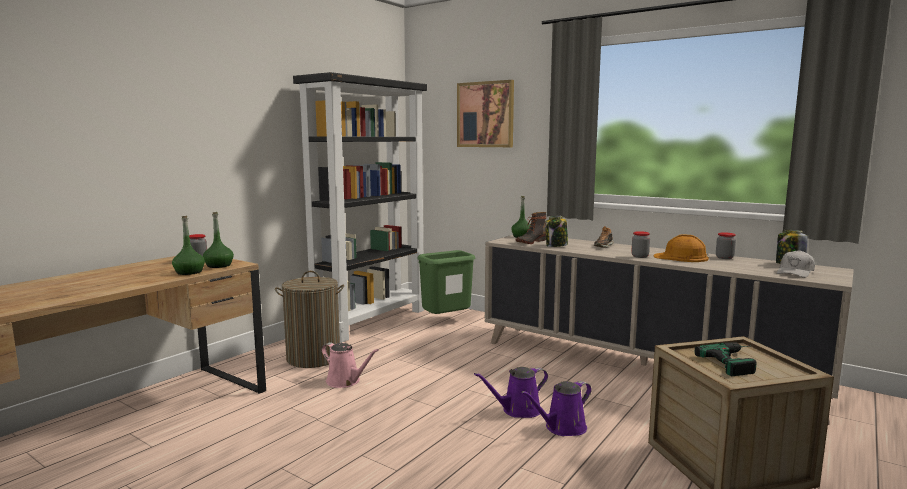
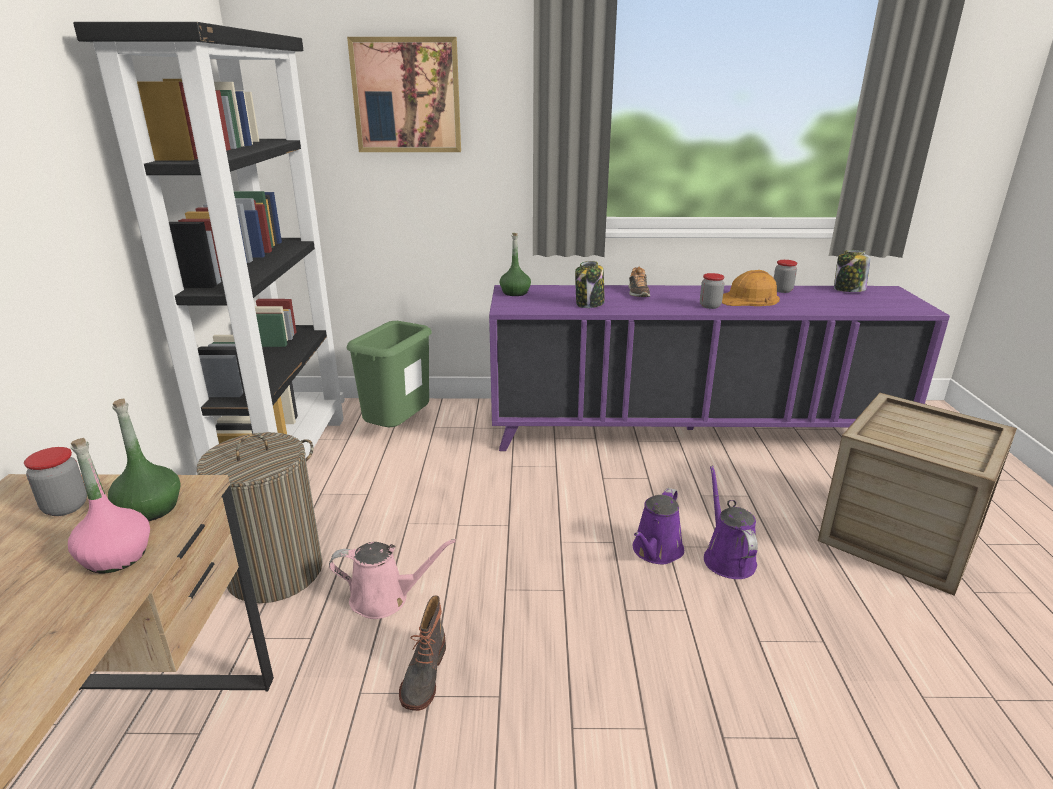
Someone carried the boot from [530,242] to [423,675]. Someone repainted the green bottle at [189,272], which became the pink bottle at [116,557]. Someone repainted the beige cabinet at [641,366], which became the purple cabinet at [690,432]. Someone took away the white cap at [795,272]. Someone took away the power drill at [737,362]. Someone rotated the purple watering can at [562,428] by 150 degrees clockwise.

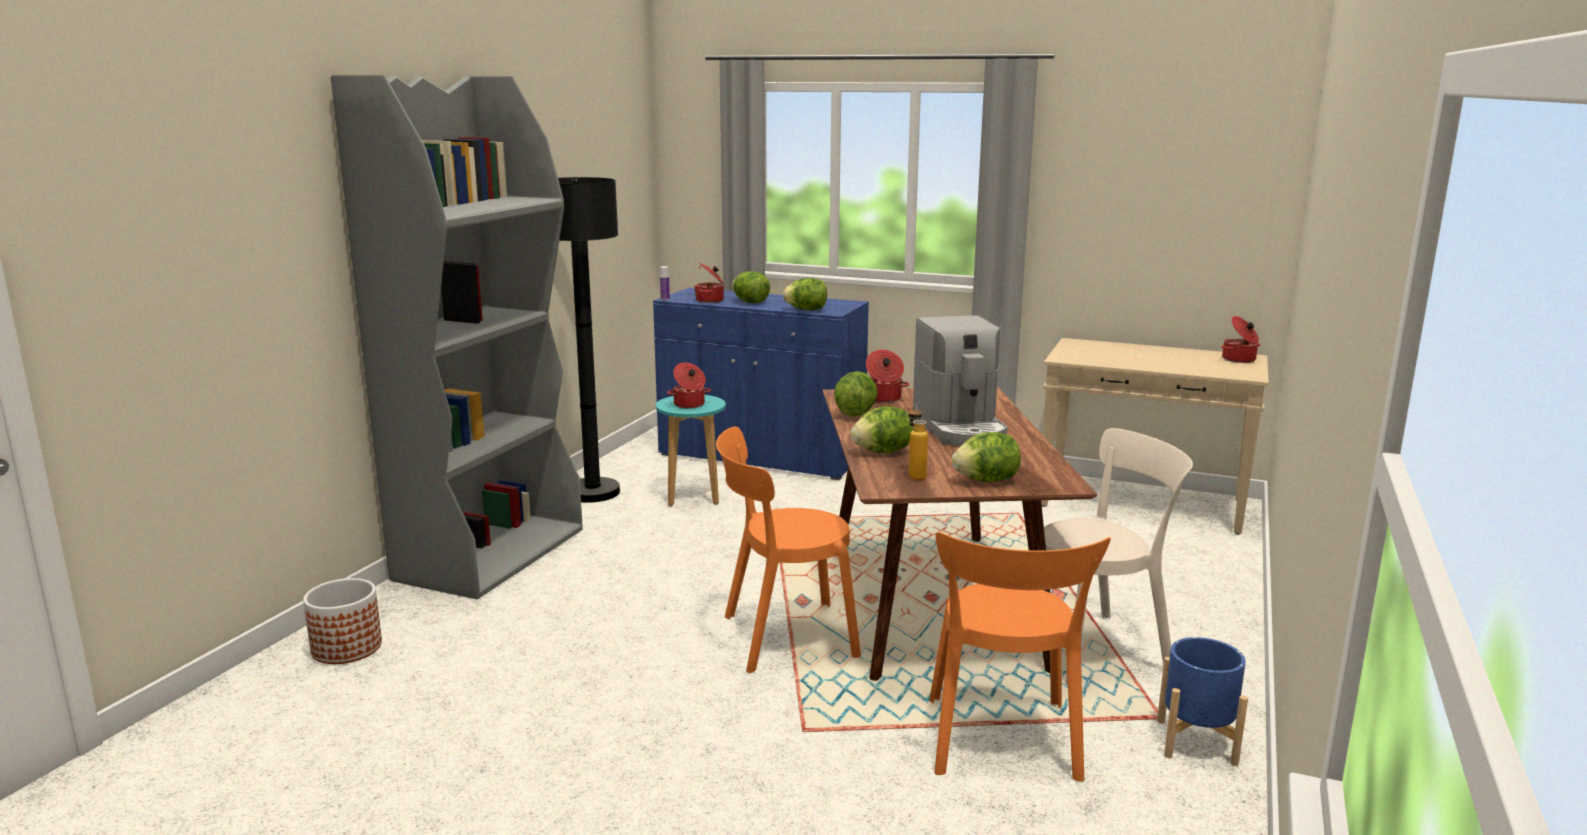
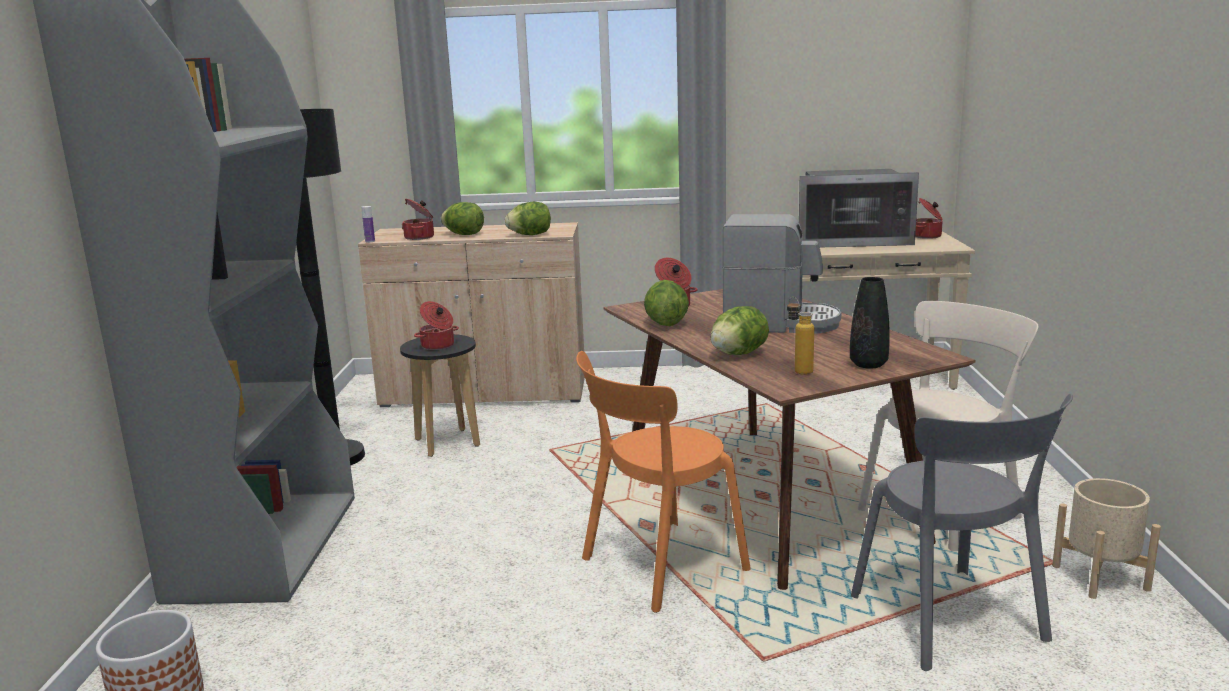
Someone repainted the blue cabinet at [761,456], which became the beige cabinet at [485,392]. Someone rotated the coffee machine at [960,429] by 45 degrees counterclockwise. Someone repainted the turquoise stool at [693,496], which became the black stool at [447,442]. Someone swapped the lettuce at [986,481] for the black vase at [868,364]. Someone repainted the orange chair at [1002,743], which became the grey chair at [952,622]. Someone repainted the blue planter at [1196,741], which became the beige planter at [1100,577]. Someone put down the microwave at [851,240].

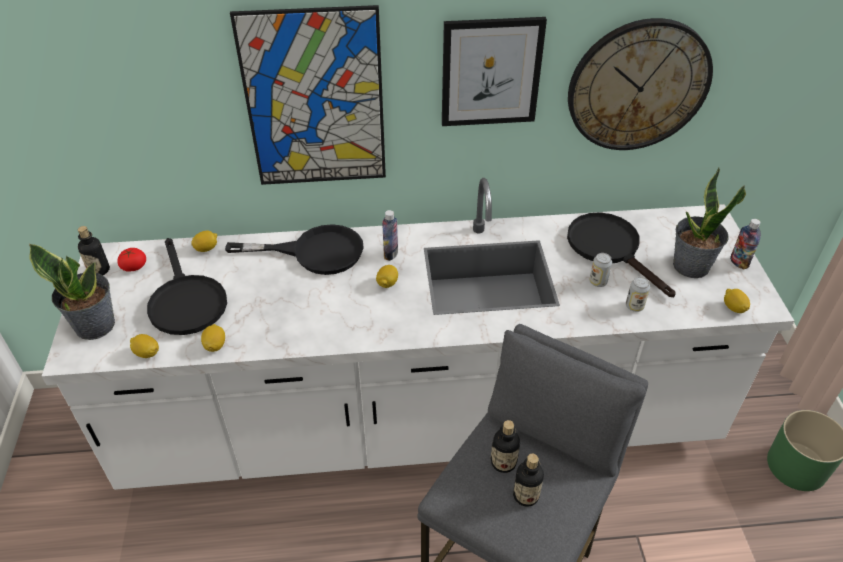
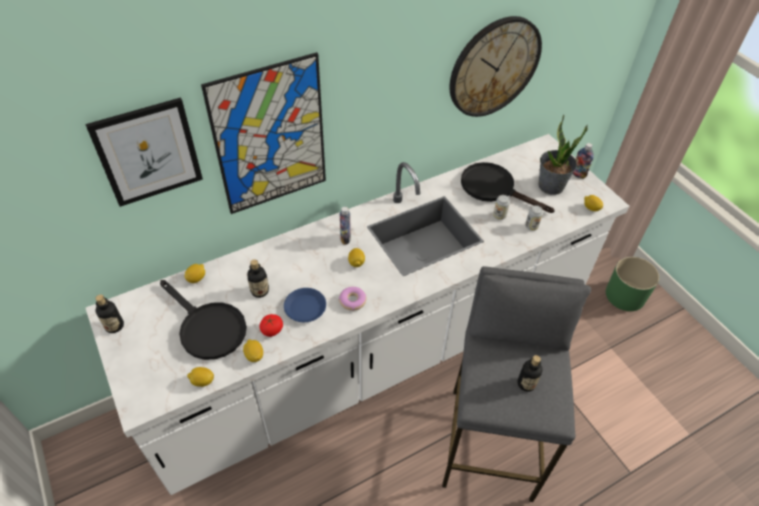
Someone carried the picture from [491,72] to [148,152]. Someone took away the black frying pan at [315,252]. Someone took away the potted plant at [95,325]. Someone carried the tomato from [134,266] to [272,330]. Someone carried the bottle from [503,462] to [260,291]. Someone put down the donut at [352,301]. Someone put down the blue plate at [305,308].

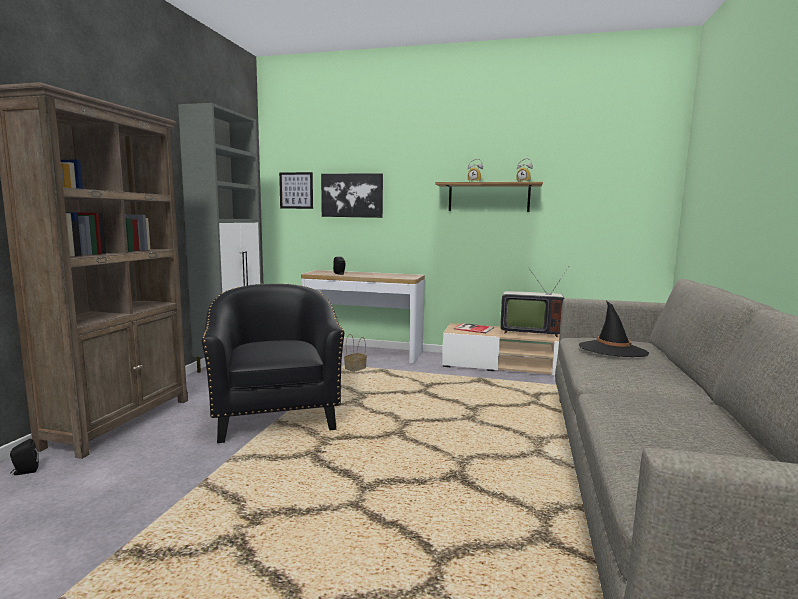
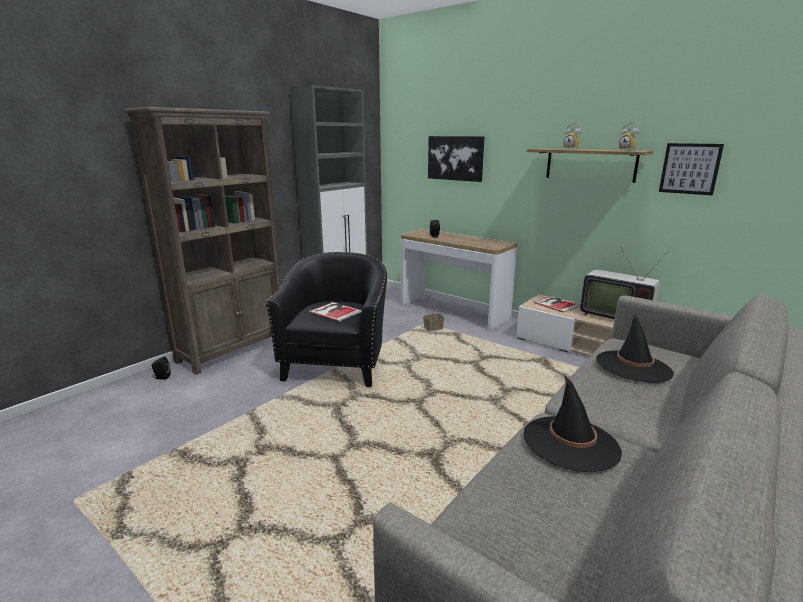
Someone carried the picture from [296,190] to [690,168]. Someone put down the book at [335,311]. Someone put down the black hat at [570,443].

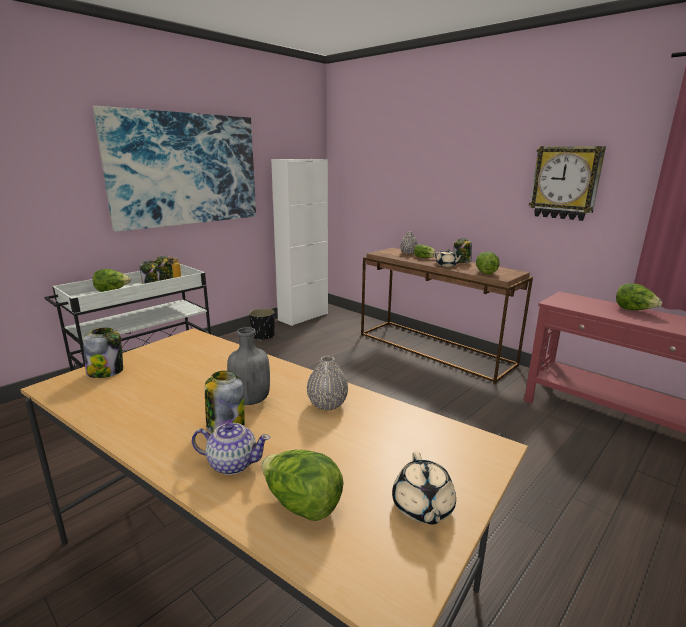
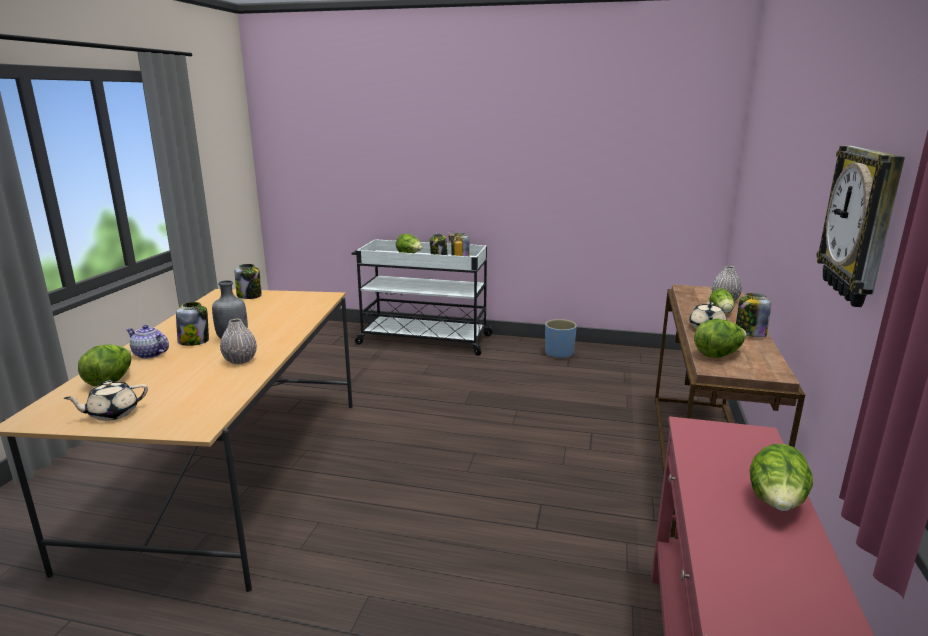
Someone took away the picture at [185,169]. Someone took away the white cabinet at [303,317]. Someone repainted the black planter at [263,336], which became the blue planter at [559,353]. Someone rotated the teapot at [232,463] by 135 degrees clockwise.

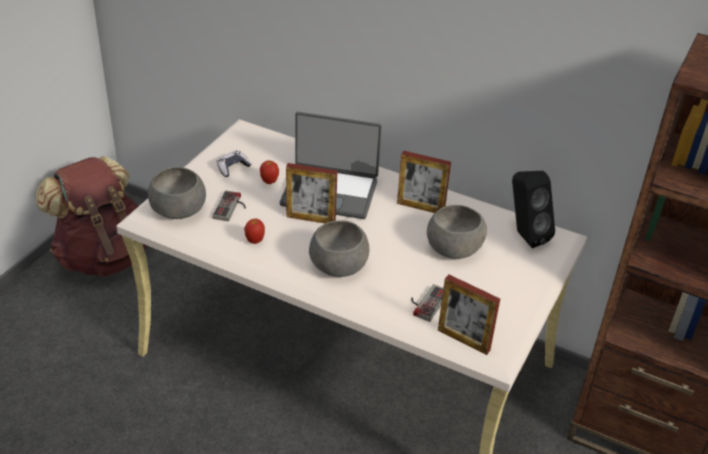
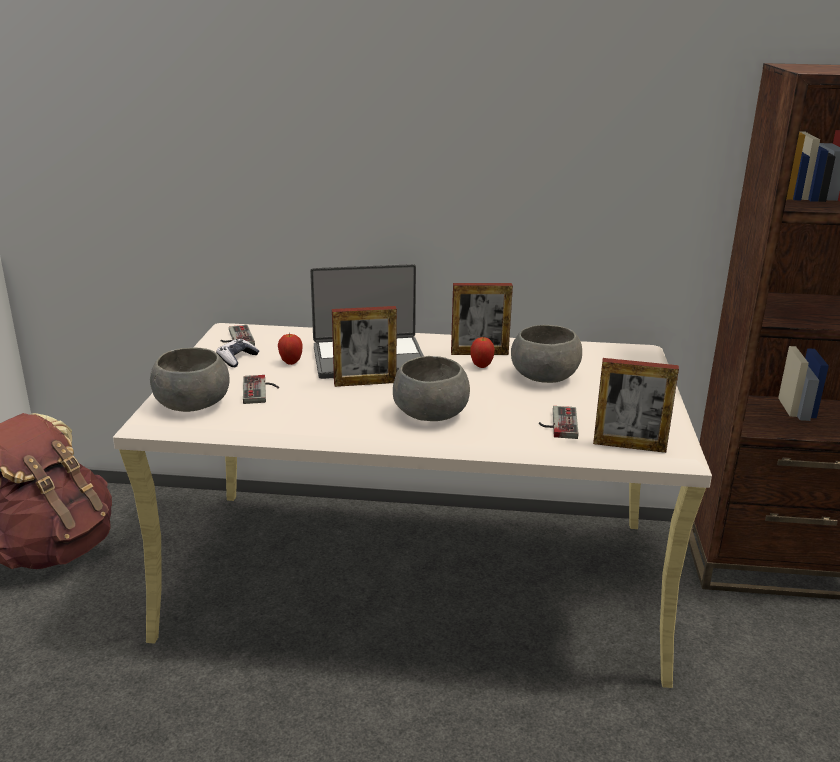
Someone took away the black speaker at [524,235]. Someone carried the apple from [255,241] to [481,366]. Someone put down the game controller at [235,338].

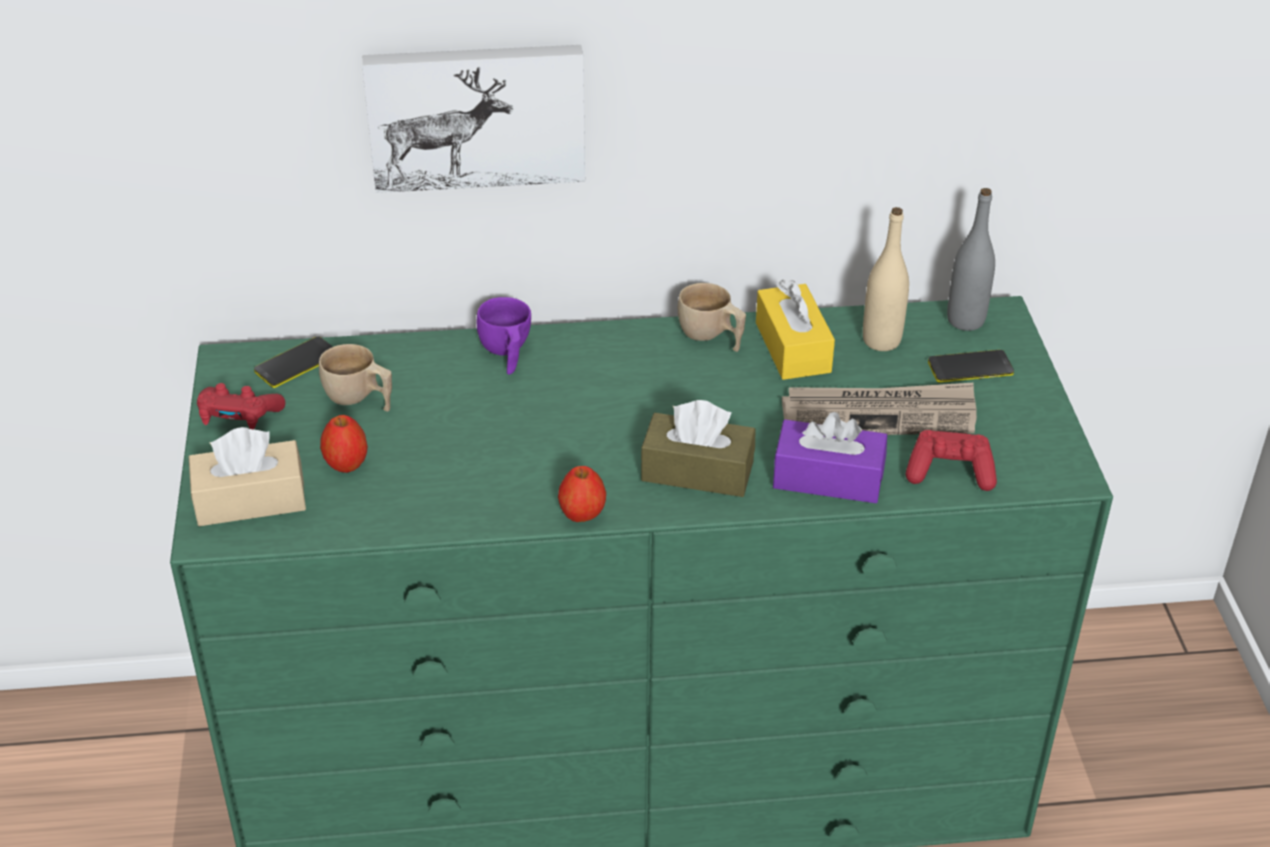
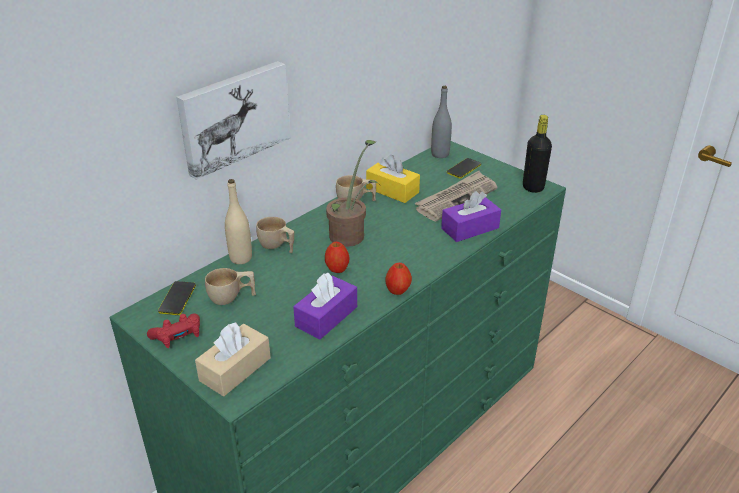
Someone carried the beige bottle from [881,340] to [241,258]. Someone repainted the purple cup at [506,354], which became the beige cup at [277,246]. Someone took away the brown tissue box at [697,471]. Someone carried the apple from [346,463] to [337,269]. Someone took away the red game controller at [949,472]. Someone put down the black bottle at [533,187]. Someone put down the potted plant at [351,234]. Someone put down the purple tissue box at [326,316].

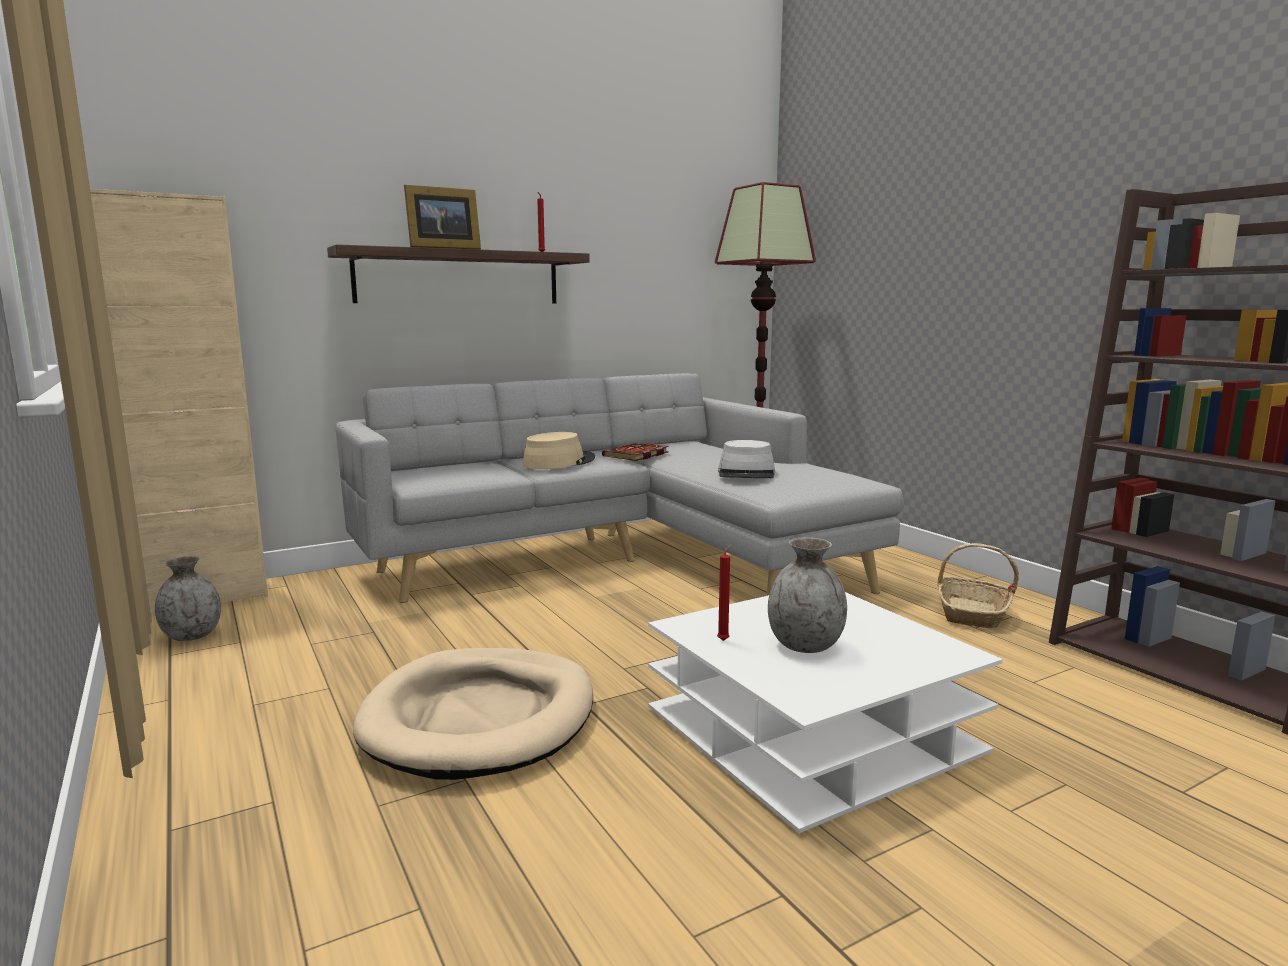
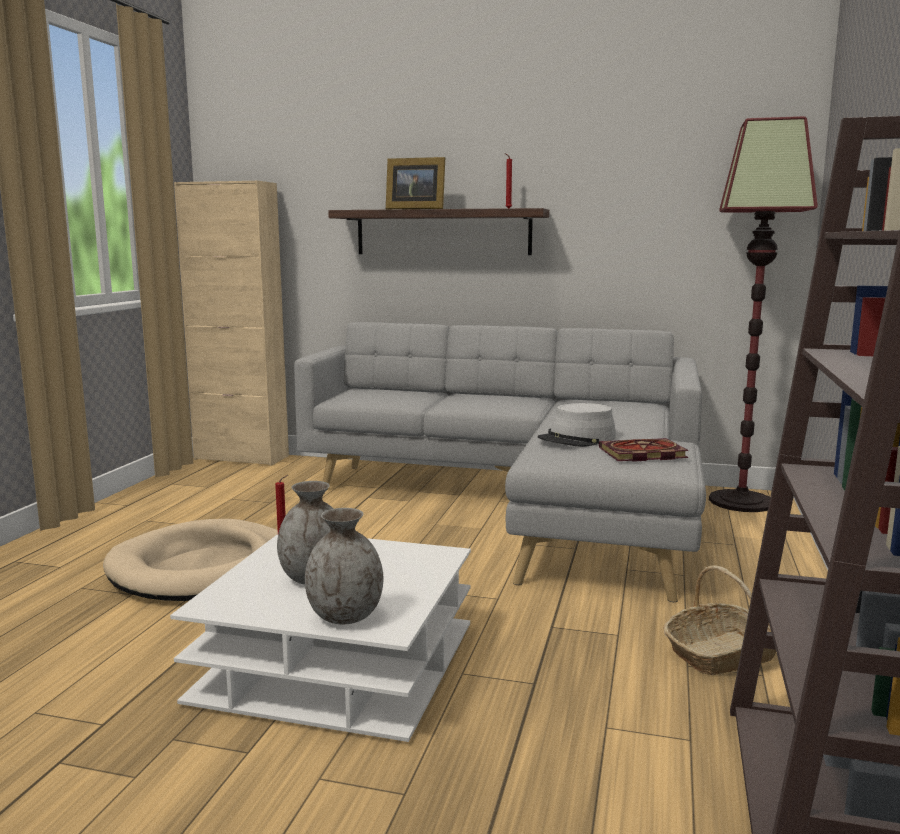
Someone took away the beige hat at [559,462]. Someone carried the book from [636,455] to [641,454]. Someone carried the grey vase from [191,636] to [344,616].

